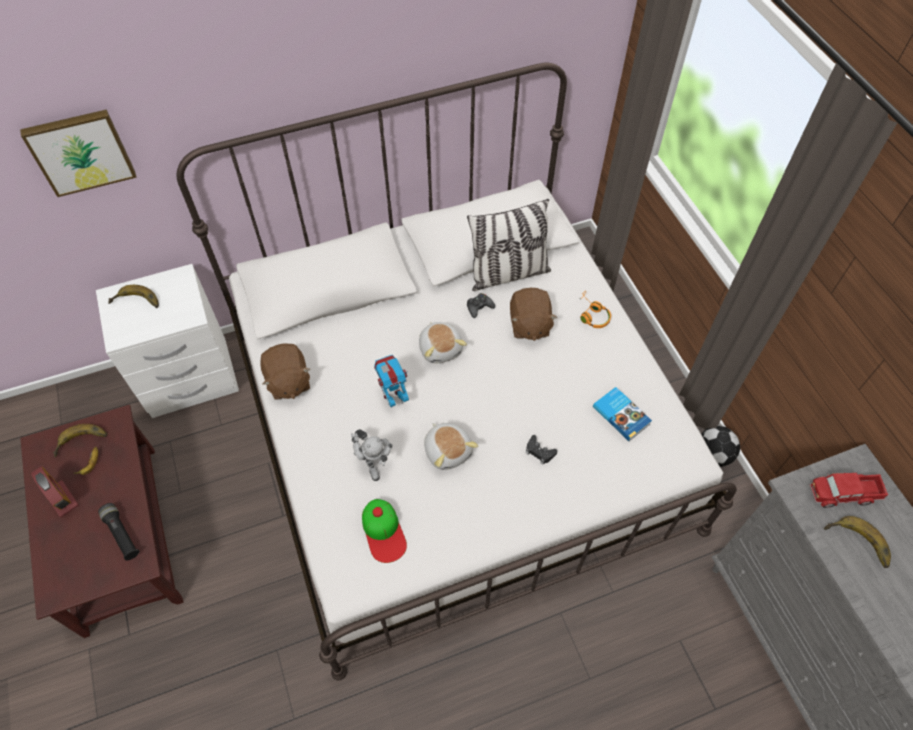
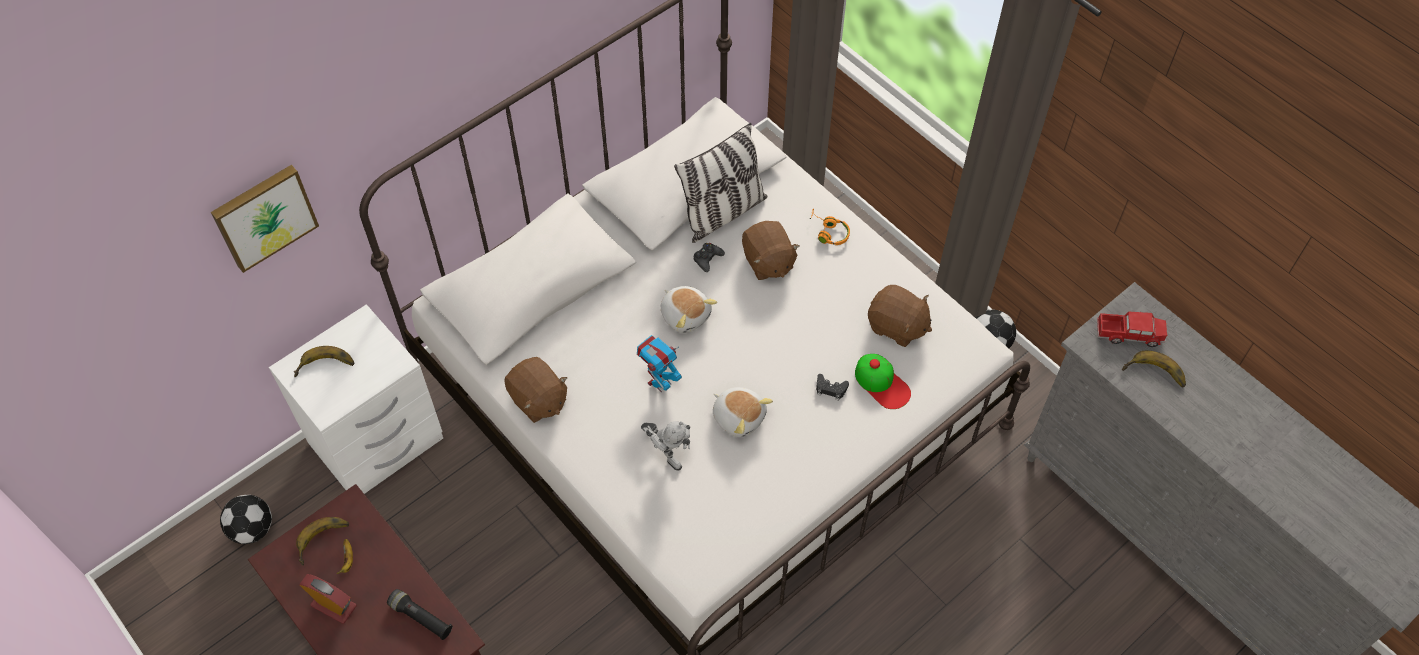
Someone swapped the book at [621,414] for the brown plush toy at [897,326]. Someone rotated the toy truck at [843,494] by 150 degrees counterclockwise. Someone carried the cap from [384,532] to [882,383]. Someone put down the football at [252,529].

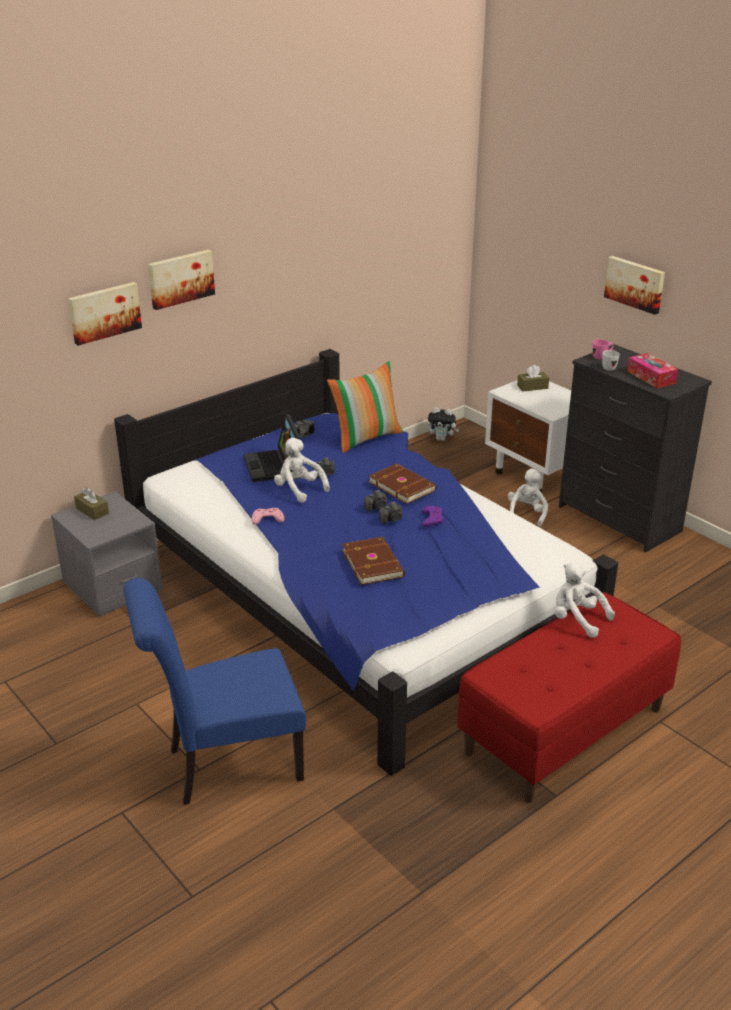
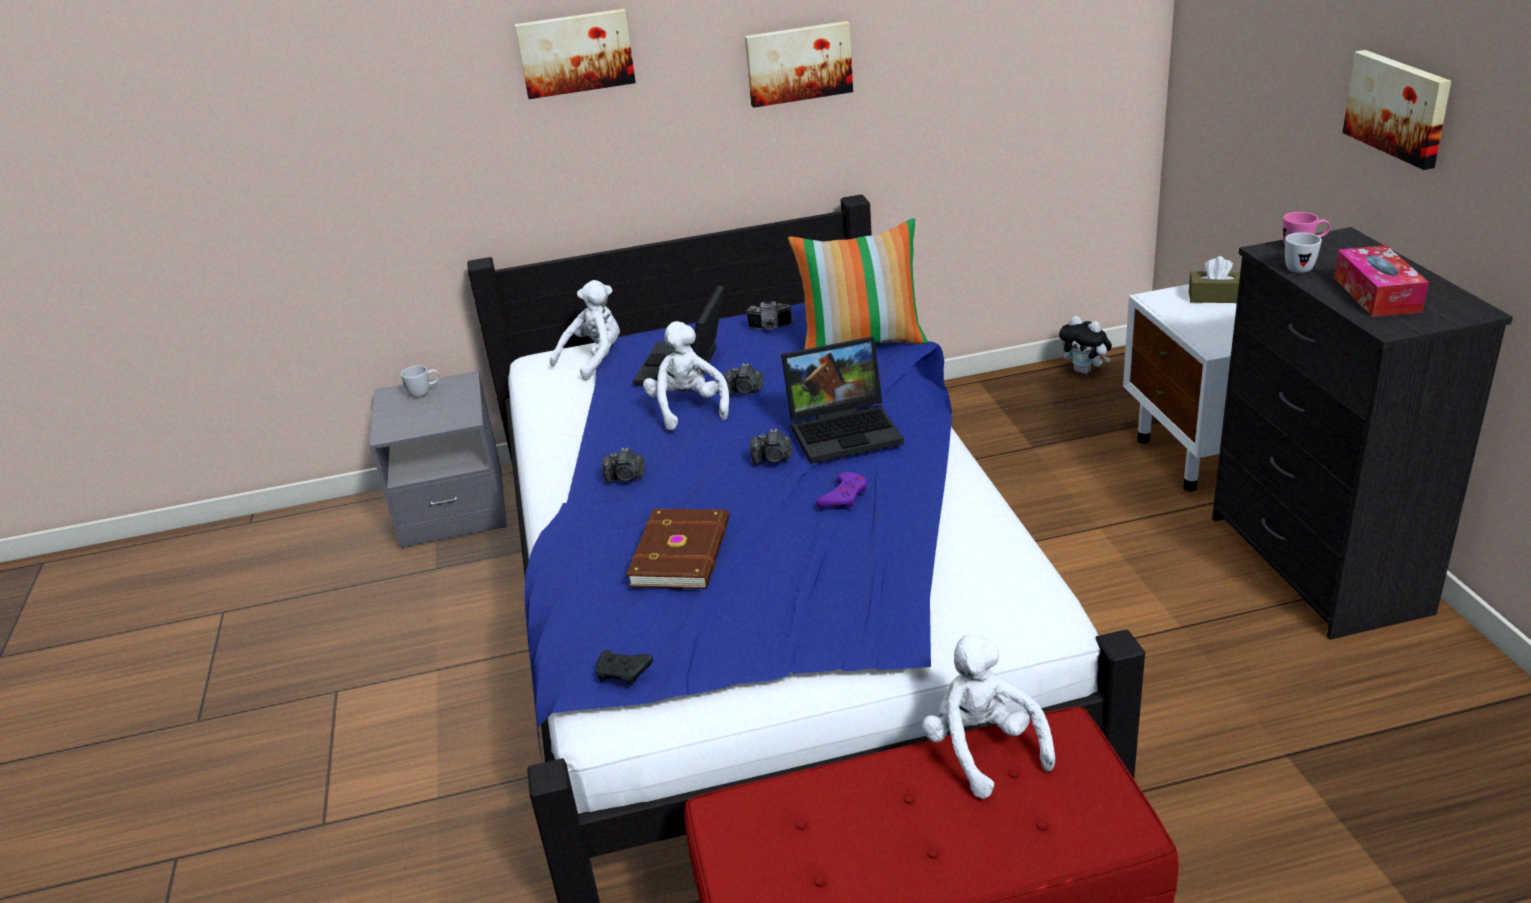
Someone carried the picture from [104,312] to [798,63]. Someone swapped the brown book at [402,485] for the laptop at [846,430]. Someone carried the white plush toy from [526,514] to [594,359]. Someone swapped the brown tissue box at [92,511] for the white mug at [425,393]. Someone carried the photo camera from [392,519] to [626,477]. Someone took away the pink game controller at [267,519]. Someone took away the blue chair at [226,765]. Someone put down the black game controller at [624,674].

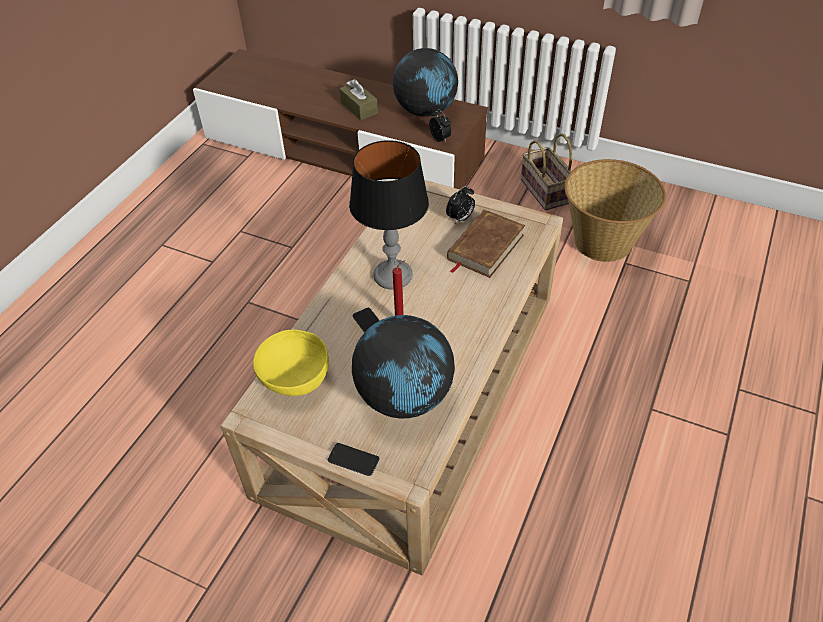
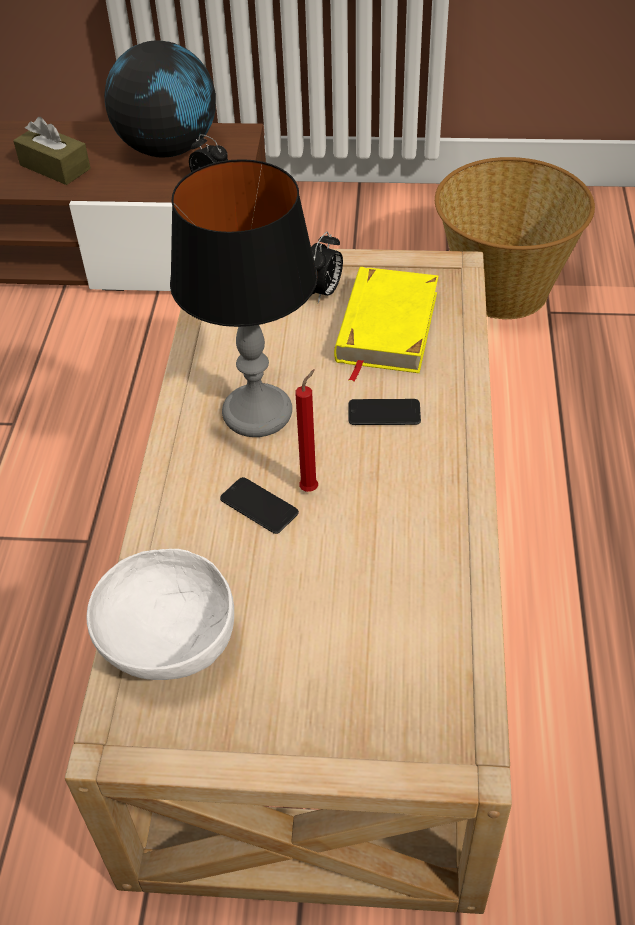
Someone took away the basket at [546,192]. Someone repainted the brown book at [485,247], which became the yellow book at [386,327]. Someone took away the globe at [405,396]. Someone repainted the yellow bowl at [294,377], which became the white bowl at [166,639]. Someone carried the phone from [353,460] to [384,413].

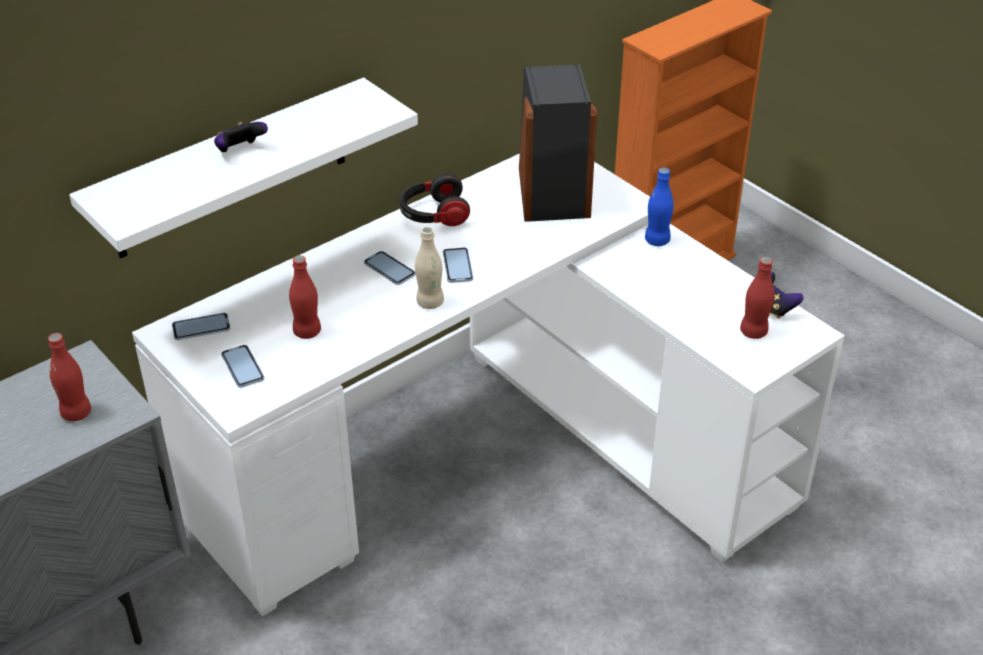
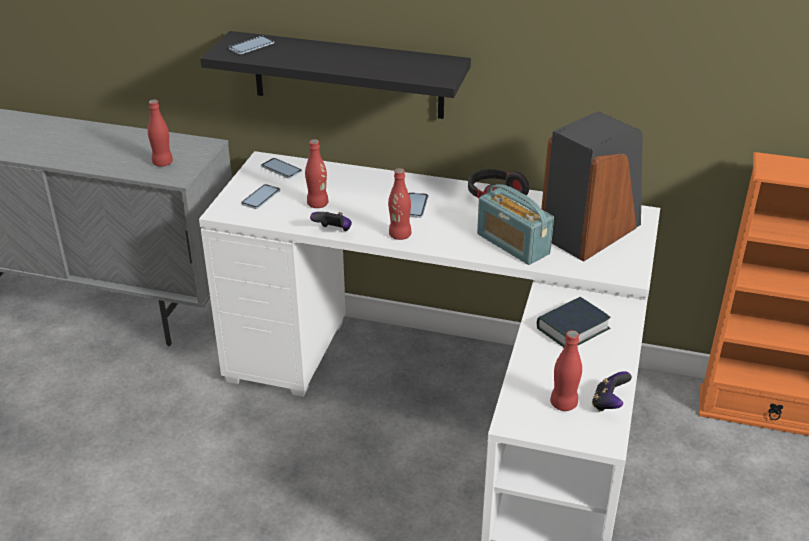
Someone repainted the white shelf at [230,170], which became the black shelf at [348,75]. Someone carried the game controller from [240,151] to [333,231]. Someone took away the blue bottle at [657,240]. Someone repainted the beige bottle at [430,302], which became the red bottle at [400,235]. Someone carried the phone from [457,266] to [251,46]. Someone put down the radio at [512,244]. Someone put down the book at [572,328].

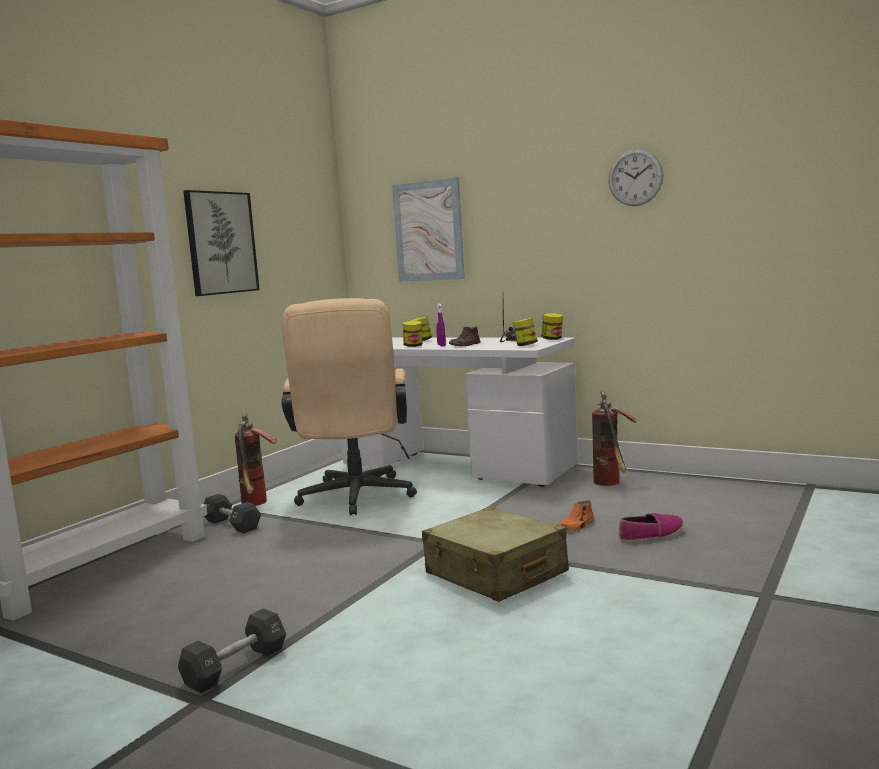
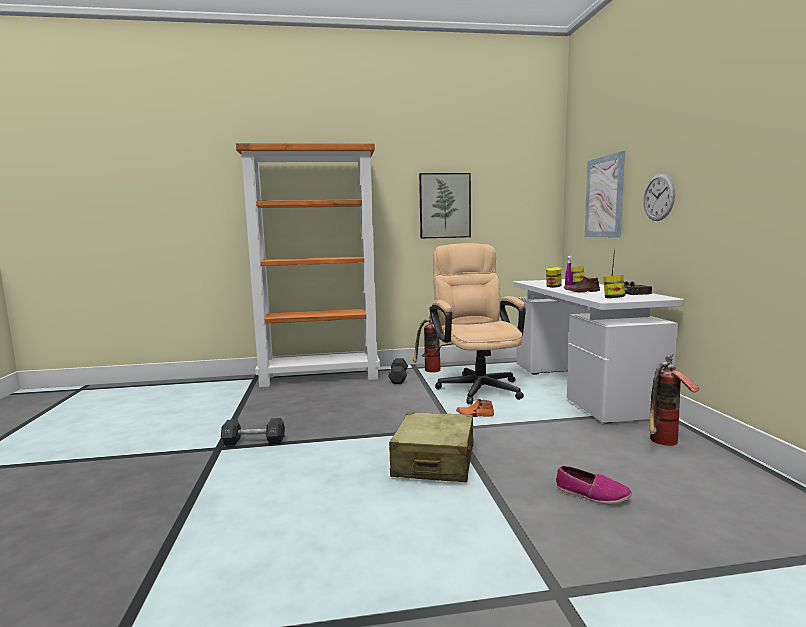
Someone carried the wall clock from [635,177] to [658,197]. Someone rotated the beige office chair at [355,499] by 120 degrees clockwise. Someone took away the jar at [552,339]. Someone carried the orange shoe from [576,526] to [475,415].

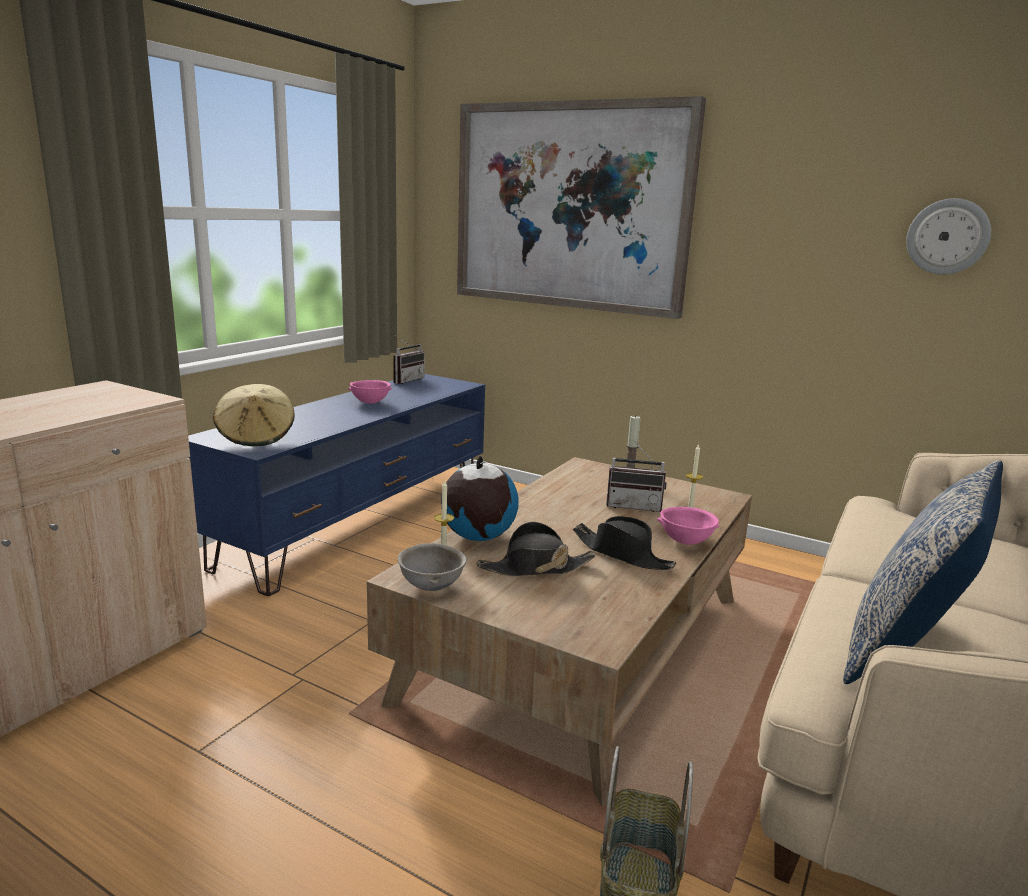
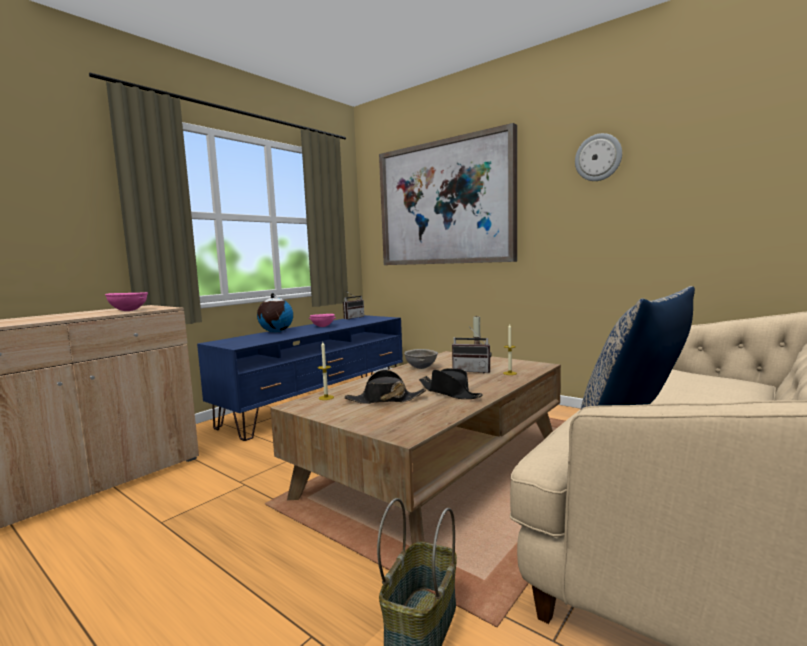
Someone carried the wall clock from [947,236] to [598,157]. Someone took away the beige hat at [256,437]. Someone carried the globe from [477,537] to [276,332]. Someone carried the pink bowl from [685,541] to [129,311]. Someone carried the grey bowl from [432,587] to [421,368].

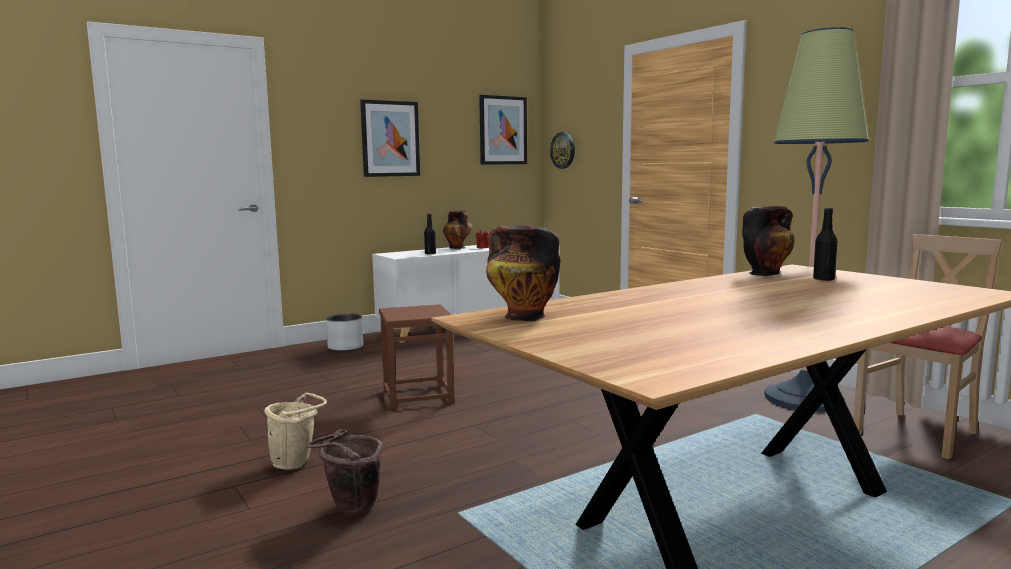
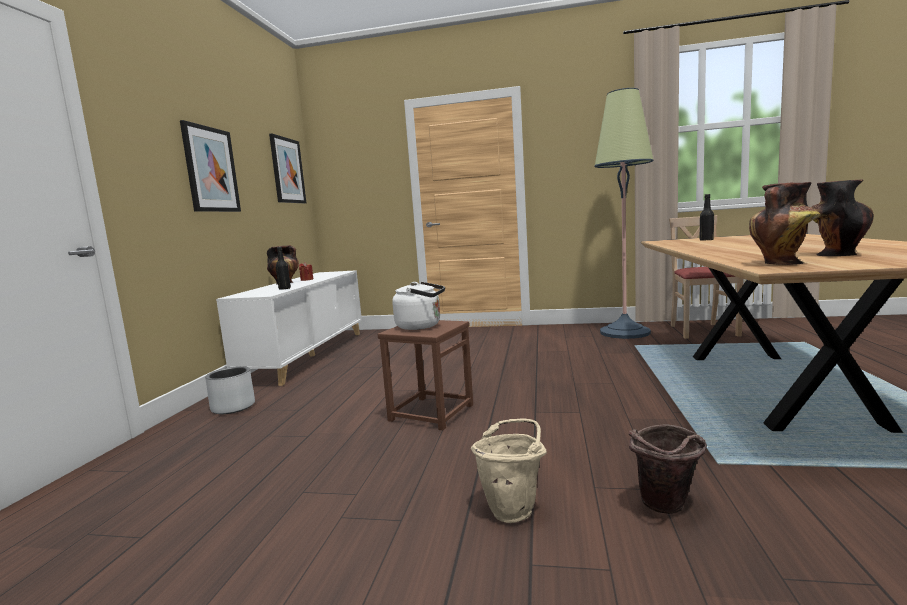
Someone took away the wall clock at [563,150]. Someone carried the vase from [765,273] to [835,254]. Someone put down the white kettle at [421,326].

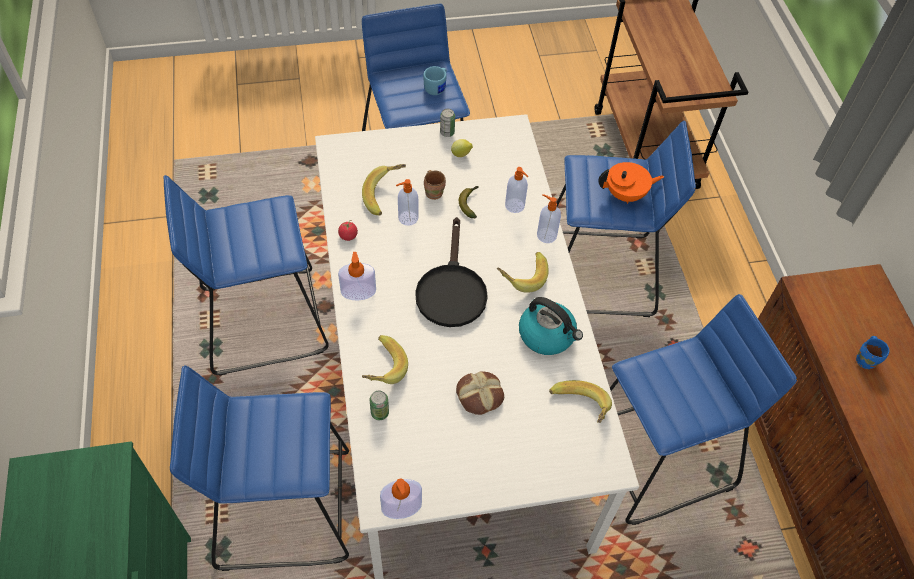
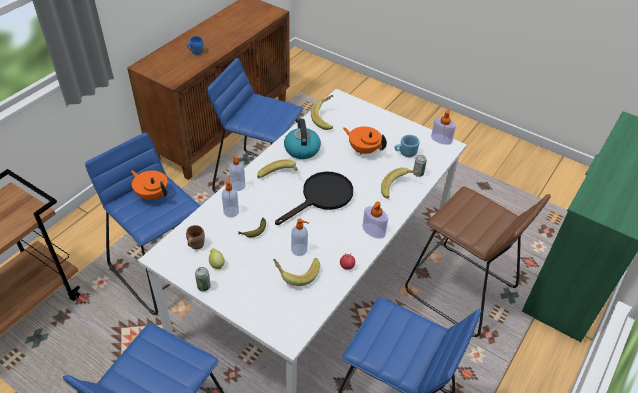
Someone carried the blue mug from [437,87] to [405,153]. Someone carried the brown mug from [434,192] to [195,245]. Someone repainted the blue stool at [284,506], which became the brown stool at [459,290]. Someone swapped the bread at [479,396] for the orange teapot at [363,149].

